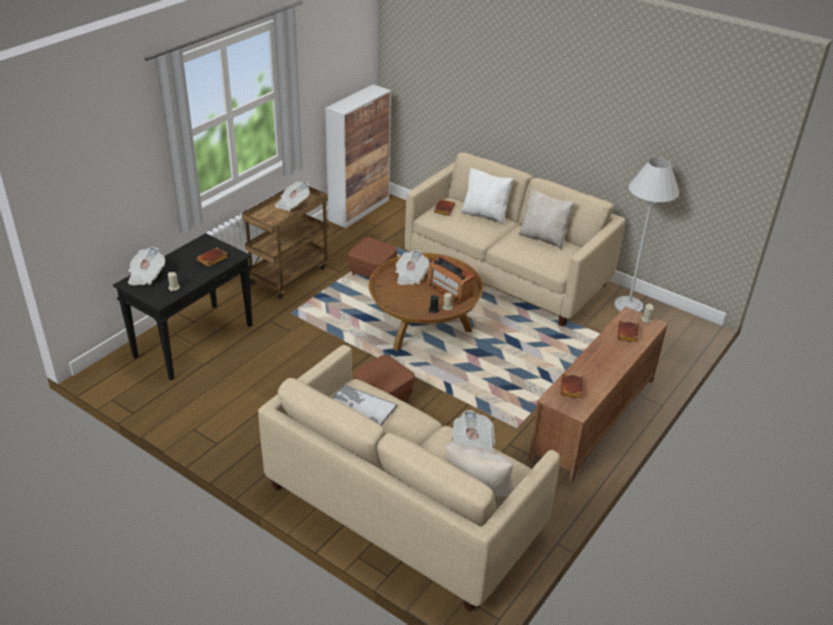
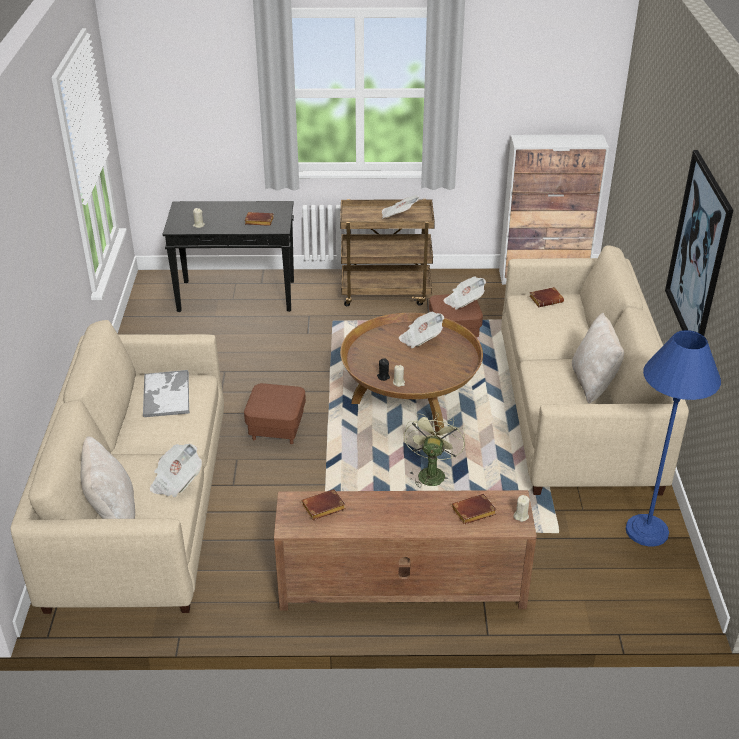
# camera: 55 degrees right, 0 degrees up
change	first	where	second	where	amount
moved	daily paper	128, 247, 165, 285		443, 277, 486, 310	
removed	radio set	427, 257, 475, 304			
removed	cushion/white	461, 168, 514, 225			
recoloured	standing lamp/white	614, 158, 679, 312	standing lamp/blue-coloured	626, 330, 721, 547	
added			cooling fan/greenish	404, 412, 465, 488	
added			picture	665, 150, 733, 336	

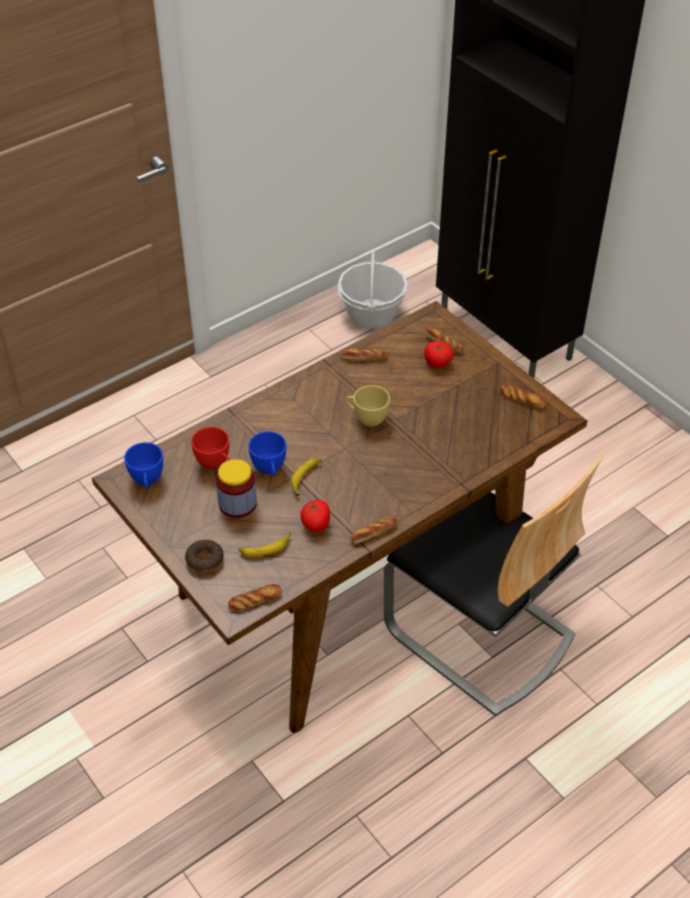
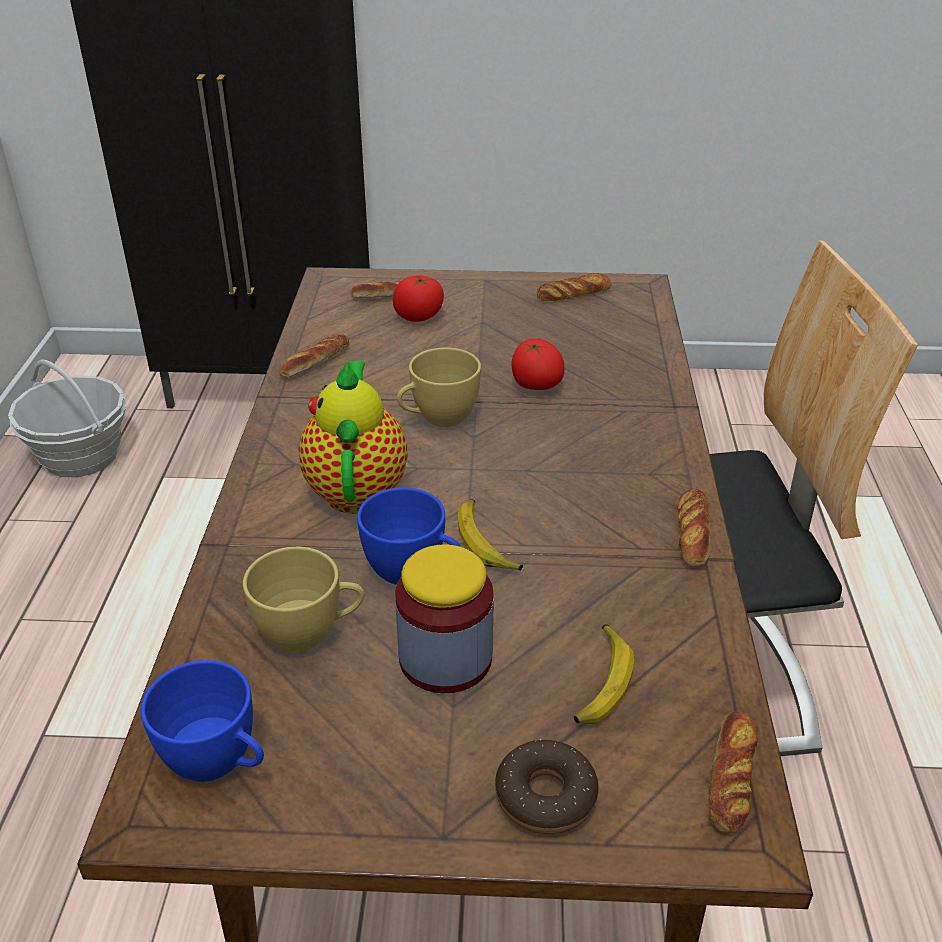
# camera: 50 degrees left, 10 degrees down
change	first	where	second	where	amount
recoloured	cup/red-coloured	191, 427, 230, 469	cup/yellowish	243, 547, 365, 652	
moved	fresh tomato	300, 500, 330, 532		511, 339, 564, 390	
added			tea pot	299, 361, 408, 514	

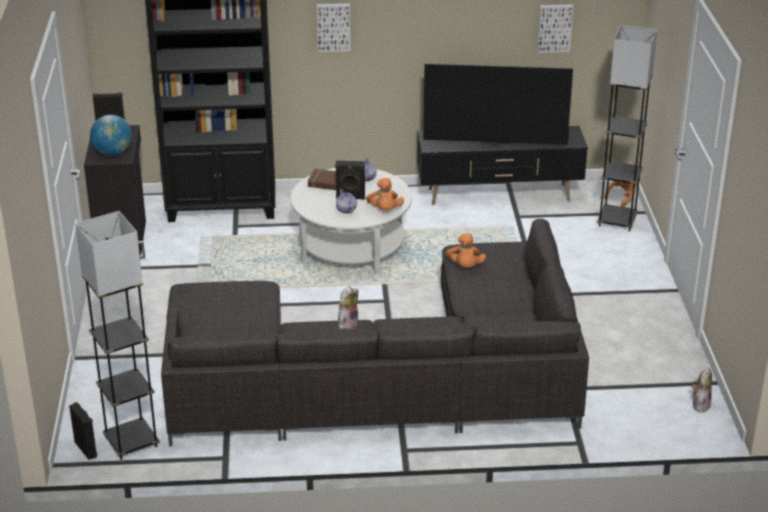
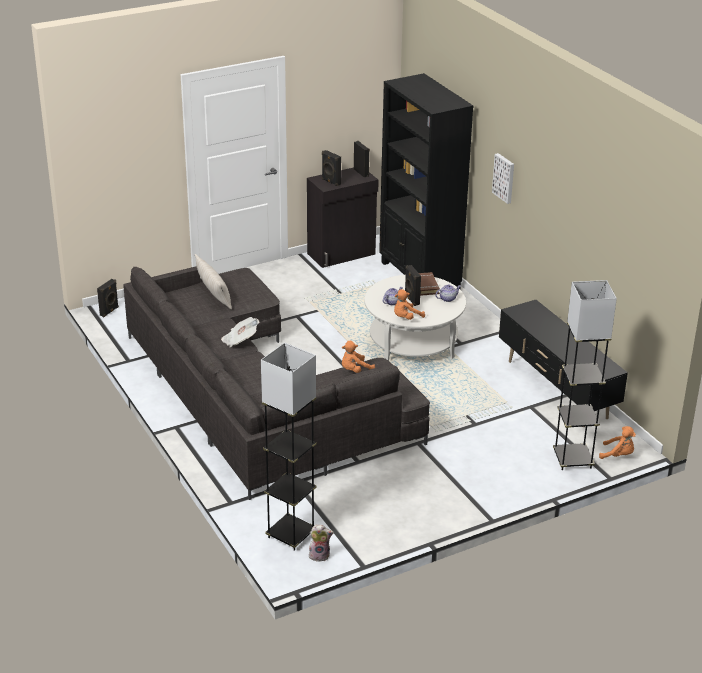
# camera: 65 degrees right, 0 degrees up
change	first	where	second	where	amount
moved	standing lamp/greyish	75, 211, 160, 460		261, 343, 317, 551	
replaced	world globe	90, 115, 132, 156	loudspeaker/black	322, 150, 341, 186	
replaced	cuddly toy	338, 286, 359, 329	daily paper	221, 317, 259, 347	
removed	TV	423, 64, 573, 149			
removed	picture	537, 5, 573, 53			
added			cushion/beige-coloured	195, 254, 232, 310	

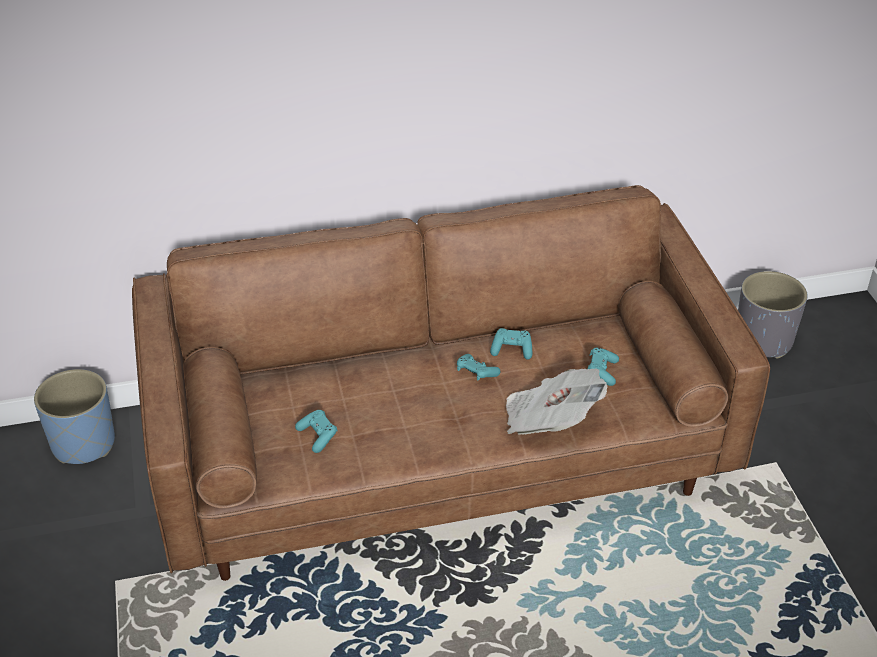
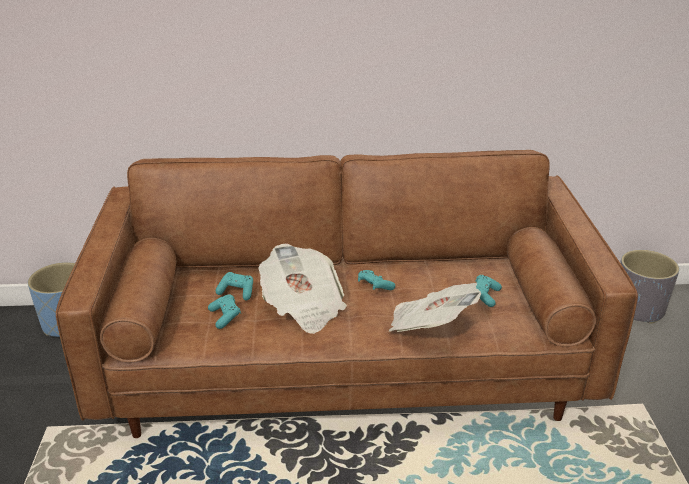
# camera: 10 degrees right, 10 degrees down
change	first	where	second	where	amount
moved	gamepad/turquoise	490, 328, 532, 360		216, 272, 253, 301	
added			daily paper	258, 243, 347, 334	

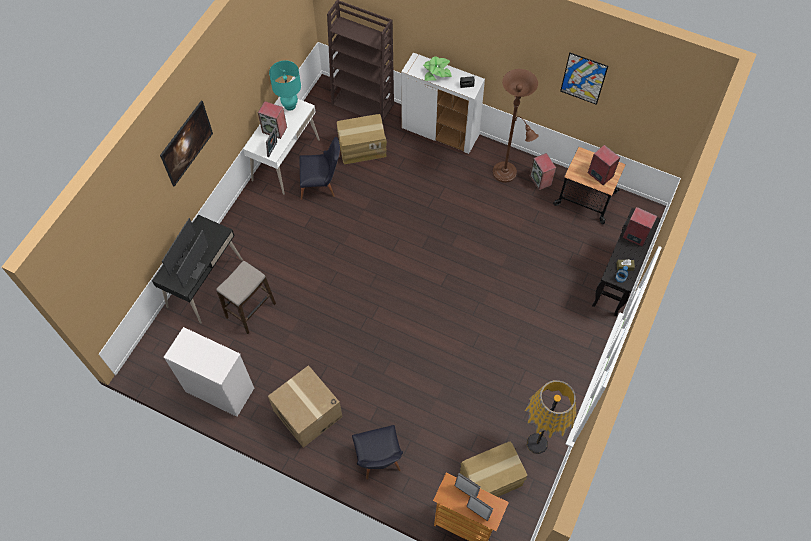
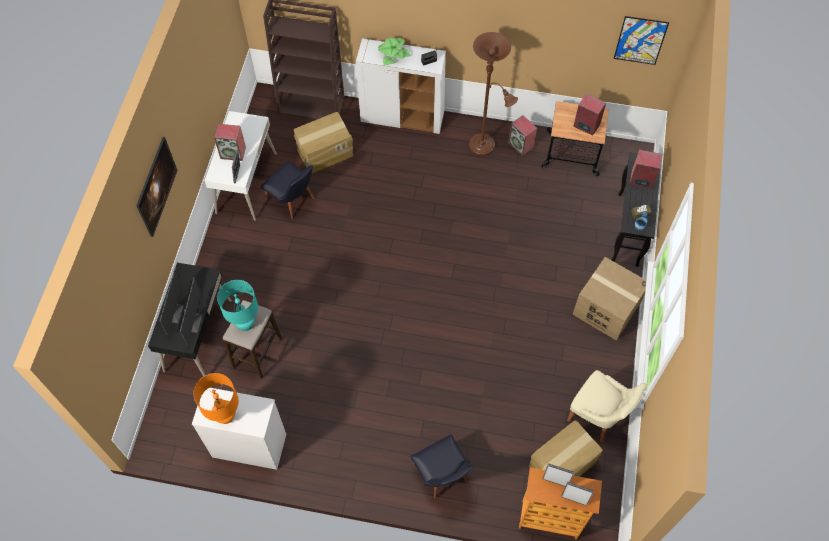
# camera: 15 degrees left, 0 degrees up
change	first	where	second	where	amount
moved	carton	268, 365, 343, 448		573, 257, 646, 341	
moved	lamp for a table/turquoise	269, 60, 301, 111		217, 280, 258, 331	
turned	upright chair/black	299, 137, 340, 200		261, 161, 315, 219	60 degrees clockwise
replaced	standing lamp	525, 380, 576, 454	upright chair/beige-coloured	567, 370, 647, 442	
moved	picture	560, 53, 608, 105		614, 16, 669, 65	
added			lamp for a table/orange	193, 373, 239, 424	

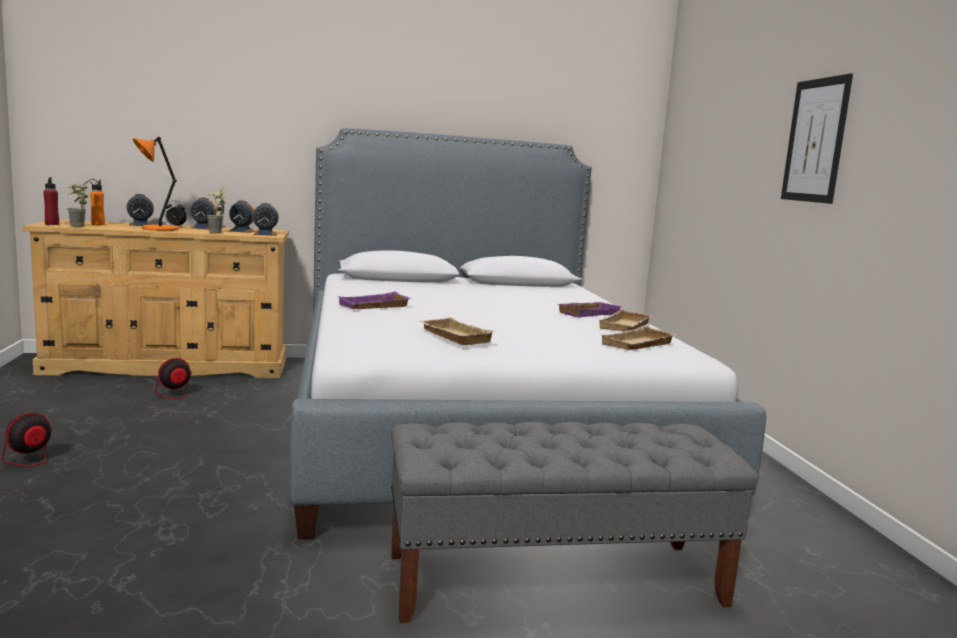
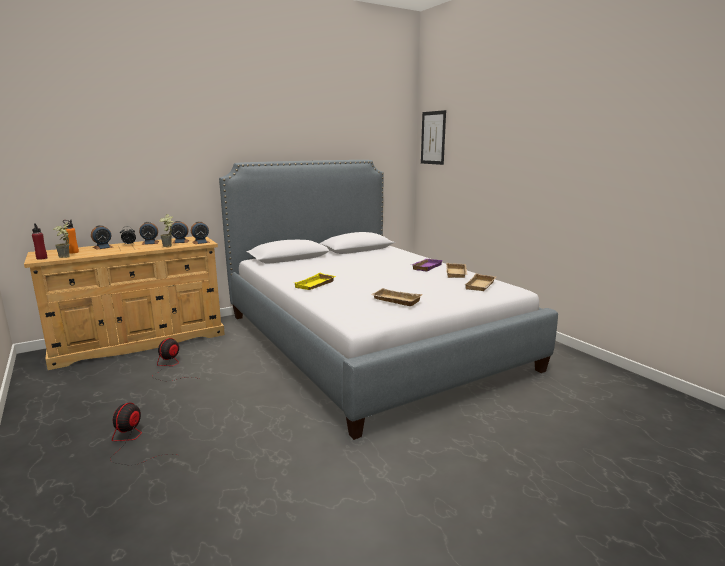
# camera: 20 degrees left, 5 degrees up
change	first	where	second	where	amount
removed	lamp for a table/orange	133, 137, 179, 231			
recoloured	serving tray/purple	337, 292, 412, 309	serving tray/yellowish	295, 273, 336, 290	
removed	long seat/greyish	391, 422, 759, 623			
moved	picture	781, 73, 853, 204		421, 110, 446, 165	

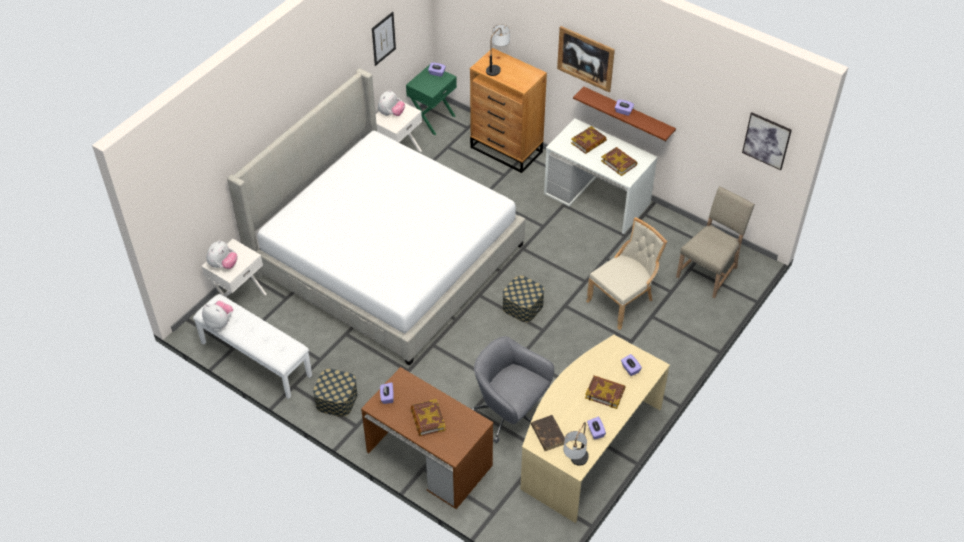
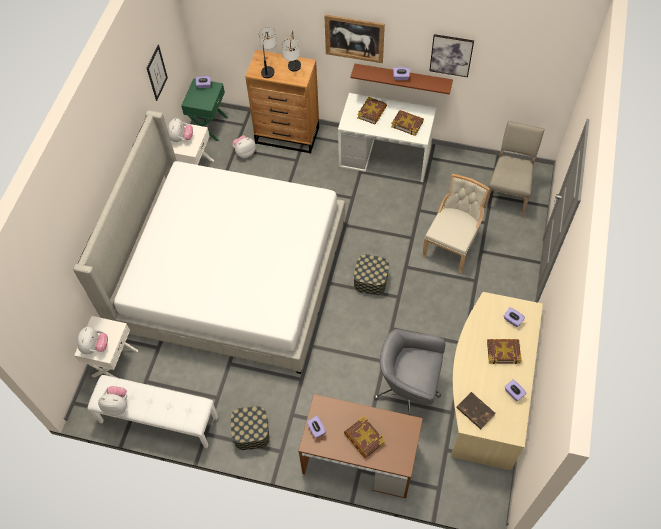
# camera: 20 degrees left, 10 degrees up
change	first	where	second	where	amount
moved	lamp for a table	563, 422, 589, 466		282, 31, 301, 71	
moved	picture	742, 113, 792, 170		429, 34, 474, 77	
added			cuddly toy	232, 136, 256, 158	

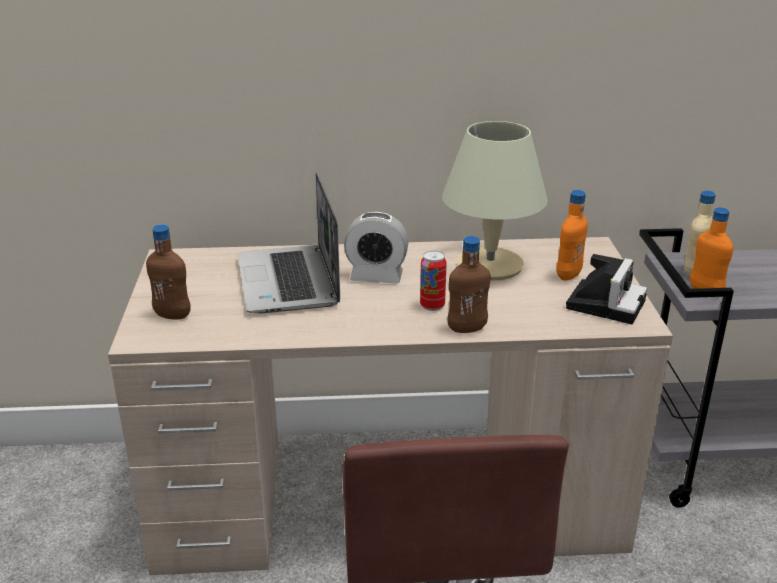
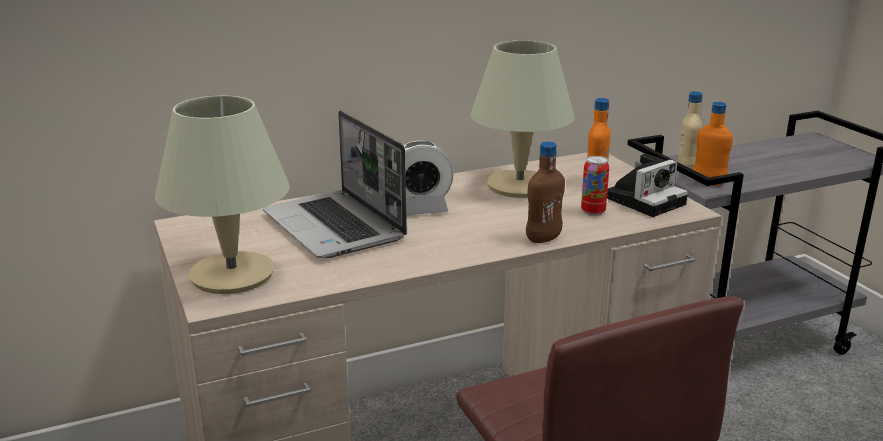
# camera: 20 degrees left, 5 degrees down
change	first	where	second	where	amount
replaced	bottle/brown-coloured	146, 224, 191, 320	lamp for a table/beige-coloured	155, 96, 290, 294	
moved	metal can	420, 250, 447, 311		581, 156, 609, 216	
turned	still camera	566, 254, 647, 324		607, 153, 688, 217	45 degrees clockwise

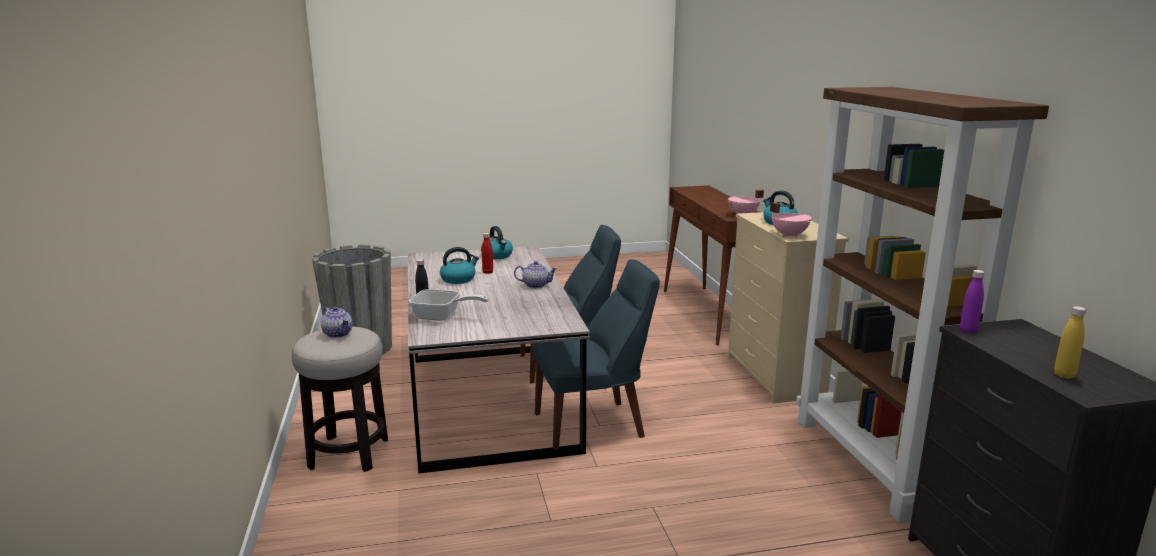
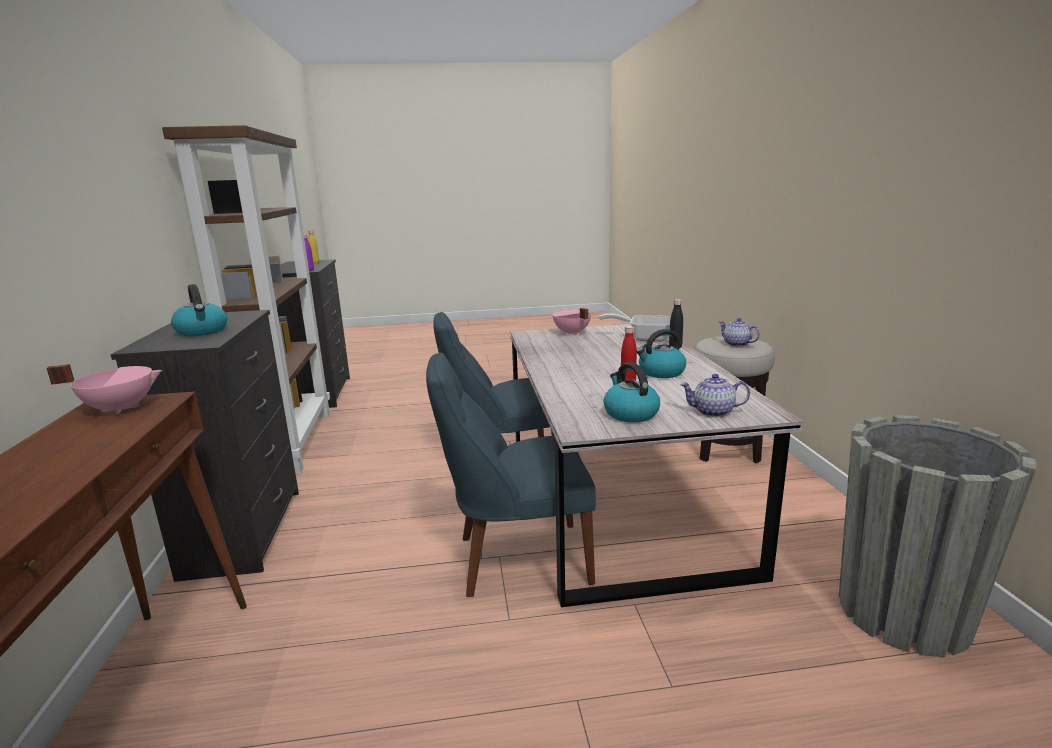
# camera: 175 degrees left, 0 degrees up
change	first	where	second	where	amount
moved	tea pot	514, 261, 557, 288		680, 374, 750, 417	
recoloured	drawer chest/beige-coloured	728, 212, 849, 403	drawer chest/black	111, 310, 299, 582	
moved	cooking pot/pink-coloured	770, 202, 811, 238		552, 308, 591, 335	

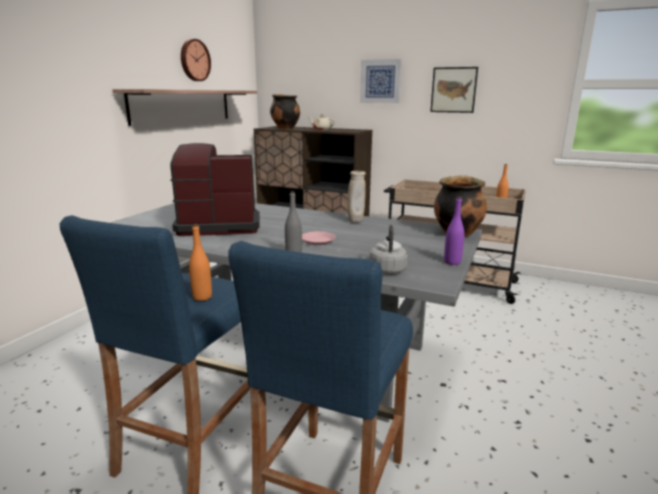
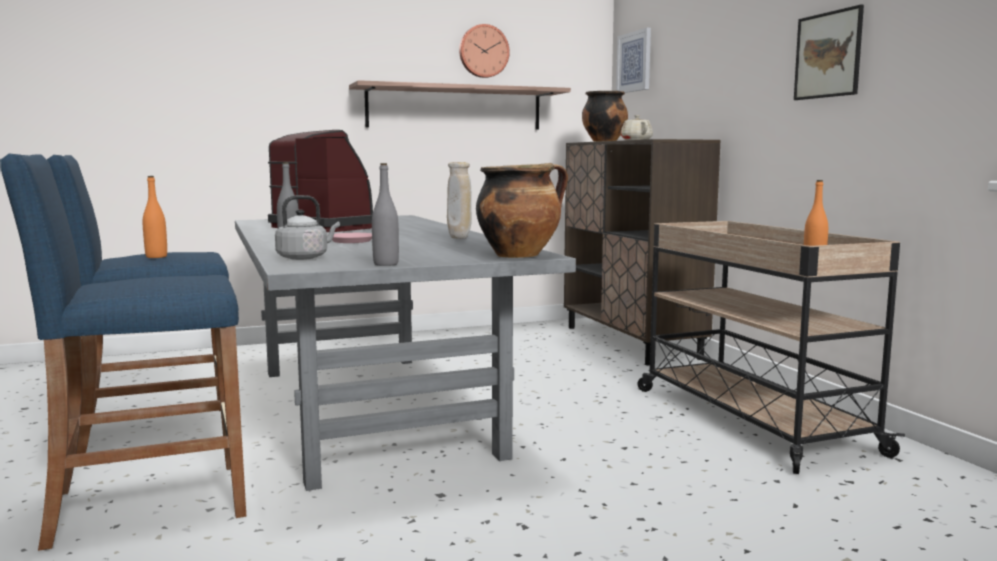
# camera: 45 degrees right, 10 degrees down
change	first	where	second	where	amount
moved	picture	360, 59, 402, 103		616, 28, 651, 93	
recoloured	bottle/purple	444, 197, 465, 265	bottle/greyish	372, 163, 399, 266	

